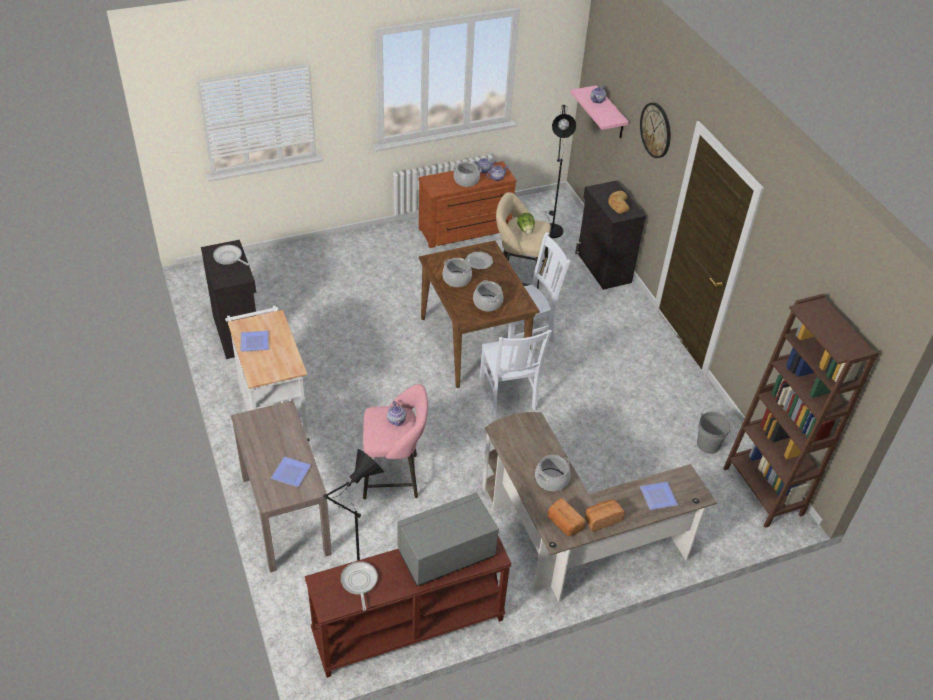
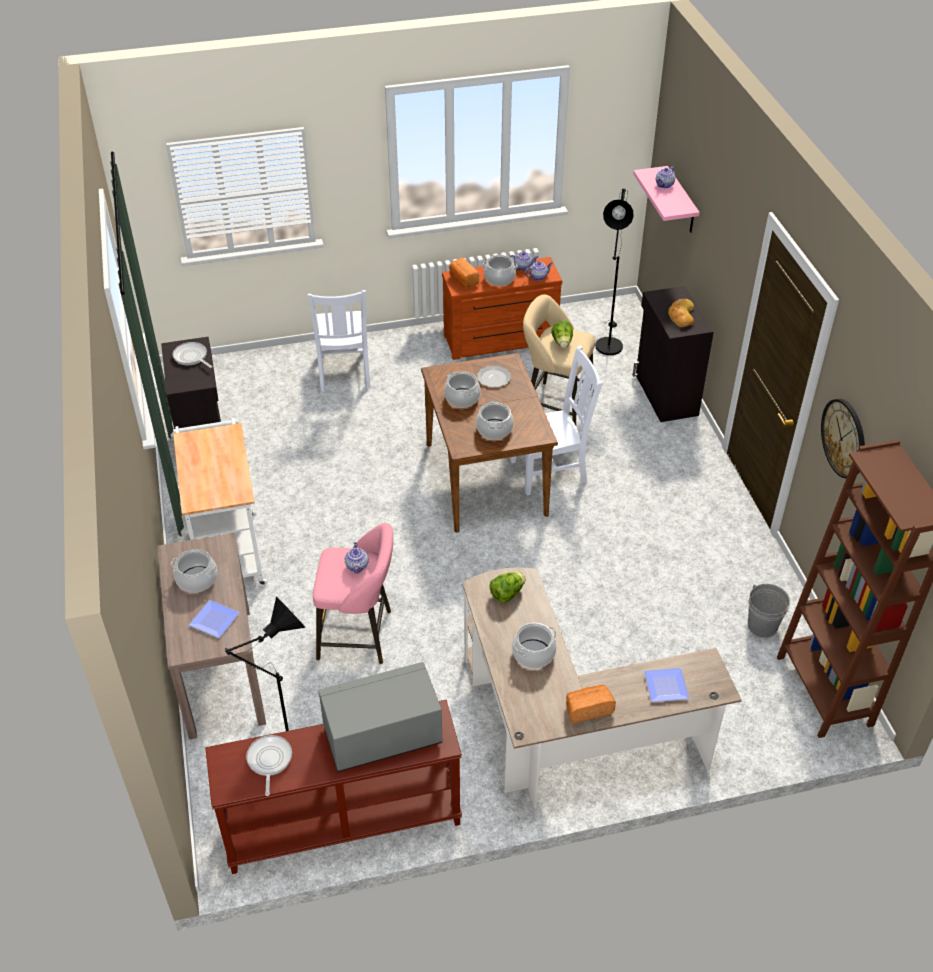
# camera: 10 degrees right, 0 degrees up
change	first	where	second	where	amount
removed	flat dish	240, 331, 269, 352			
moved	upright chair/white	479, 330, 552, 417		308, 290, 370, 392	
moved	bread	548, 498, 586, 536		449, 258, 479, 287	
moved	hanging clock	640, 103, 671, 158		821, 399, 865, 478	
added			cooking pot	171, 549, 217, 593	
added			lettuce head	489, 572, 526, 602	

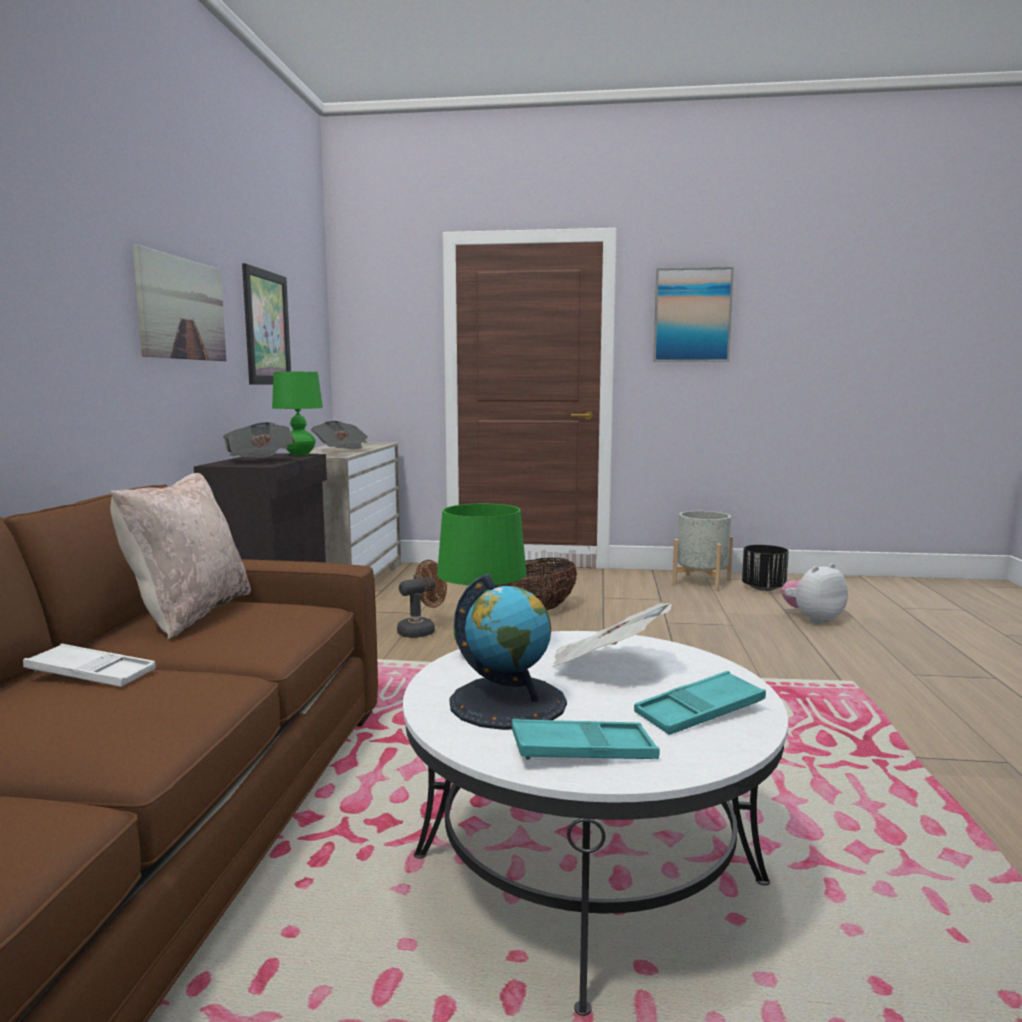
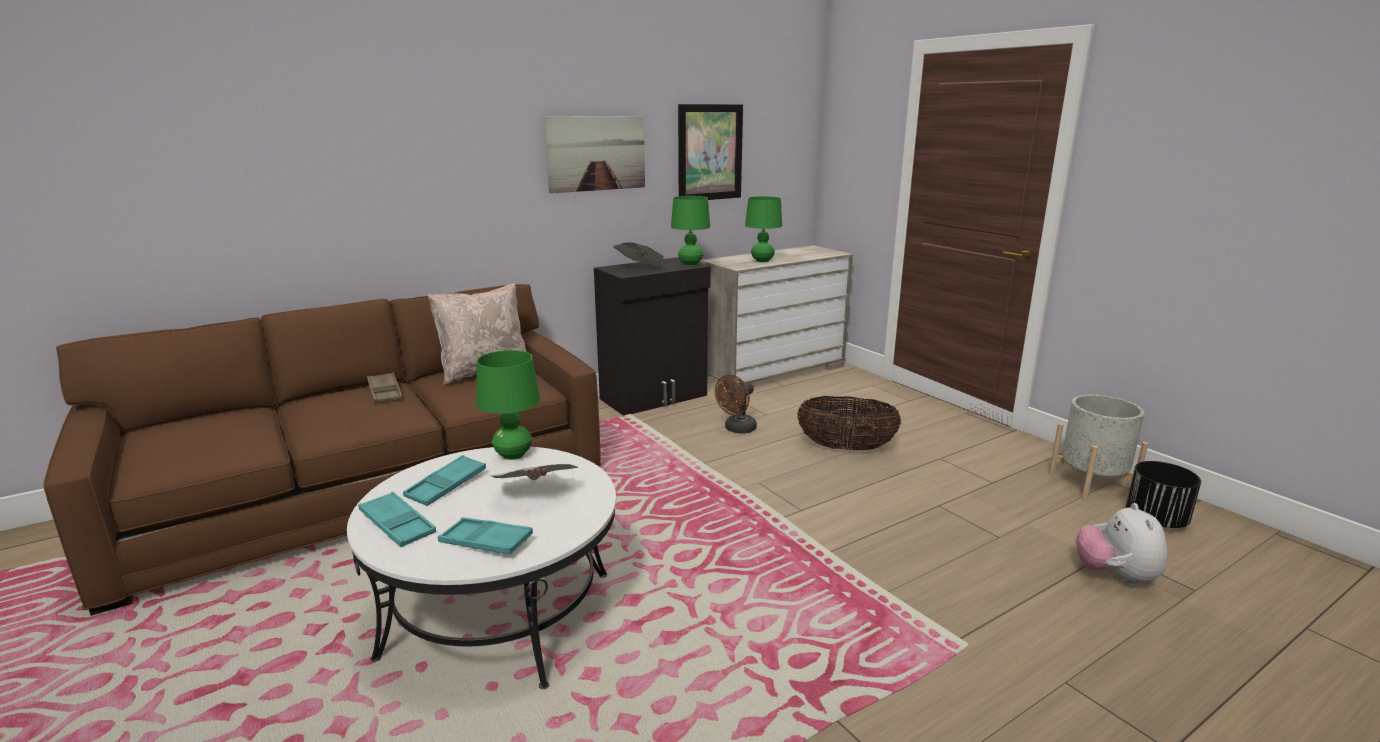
# camera: 50 degrees right, 10 degrees up
change	first	where	second	where	amount
recoloured	serving tray/white	23, 644, 156, 687	serving tray/brown-coloured	367, 373, 403, 404	
replaced	daily paper	311, 421, 368, 450	lamp for a table/greenish	745, 196, 782, 262	
turned	cooling fan/brown-coloured	397, 560, 447, 638		715, 375, 757, 433	120 degrees clockwise
replaced	world globe	449, 574, 567, 730	serving tray/turquoise	403, 455, 486, 506	
removed	picture	653, 267, 734, 362			
turned	cuddly toy	781, 563, 848, 624		1075, 503, 1167, 586	105 degrees counterclockwise

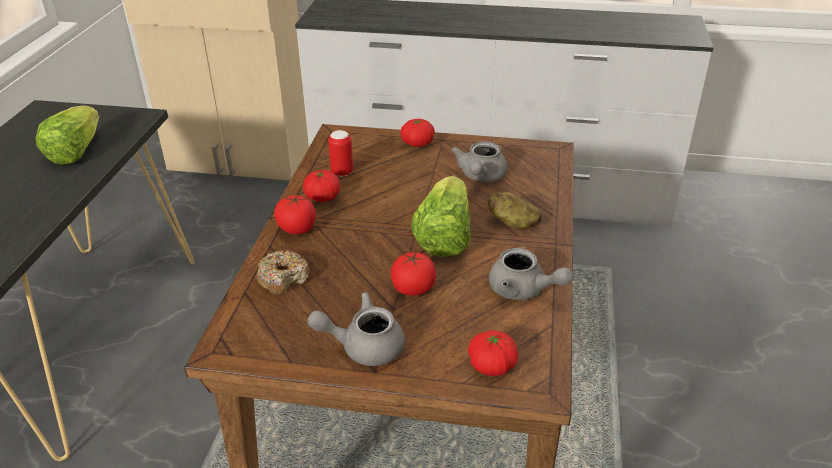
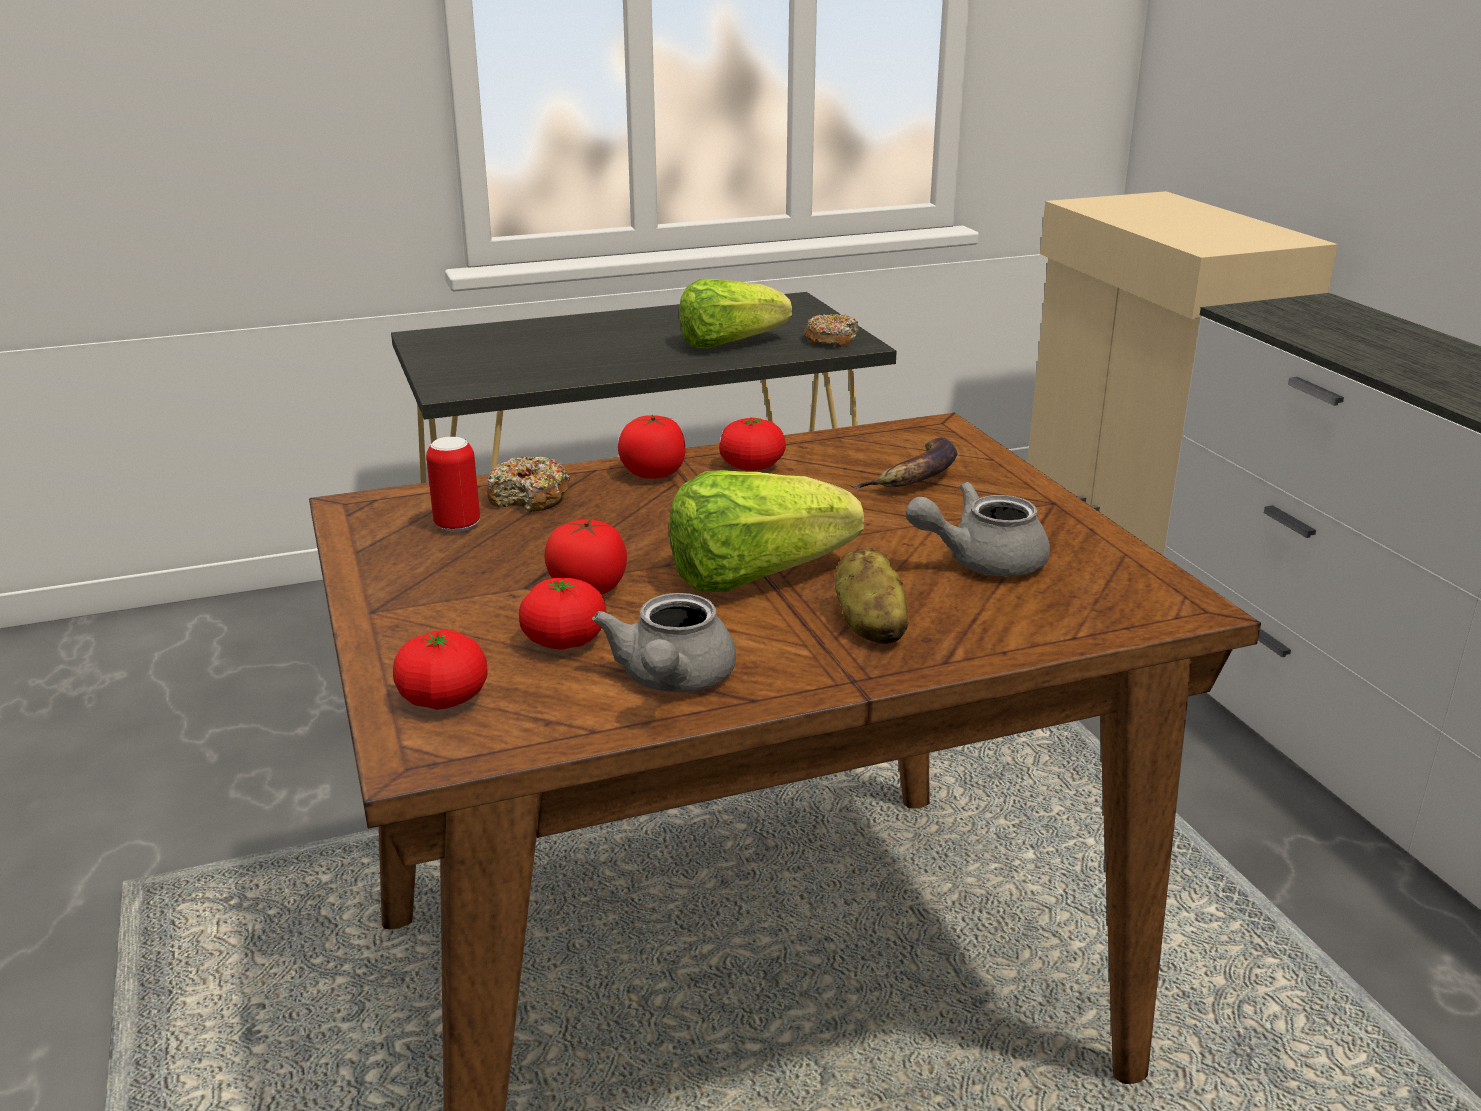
# camera: 60 degrees right, 10 degrees down
change	first	where	second	where	amount
removed	tea pot/greyish	307, 292, 405, 366			
moved	metal can	328, 130, 353, 176		426, 437, 480, 532	
moved	fresh tomato	401, 119, 435, 147		519, 578, 606, 650	
added			ring doughnut	804, 314, 858, 348	
added			banana	850, 438, 958, 488	

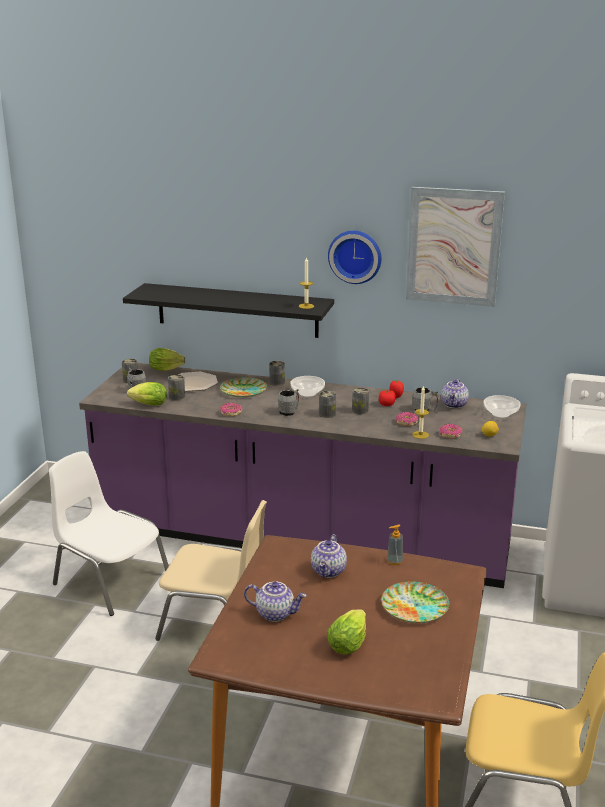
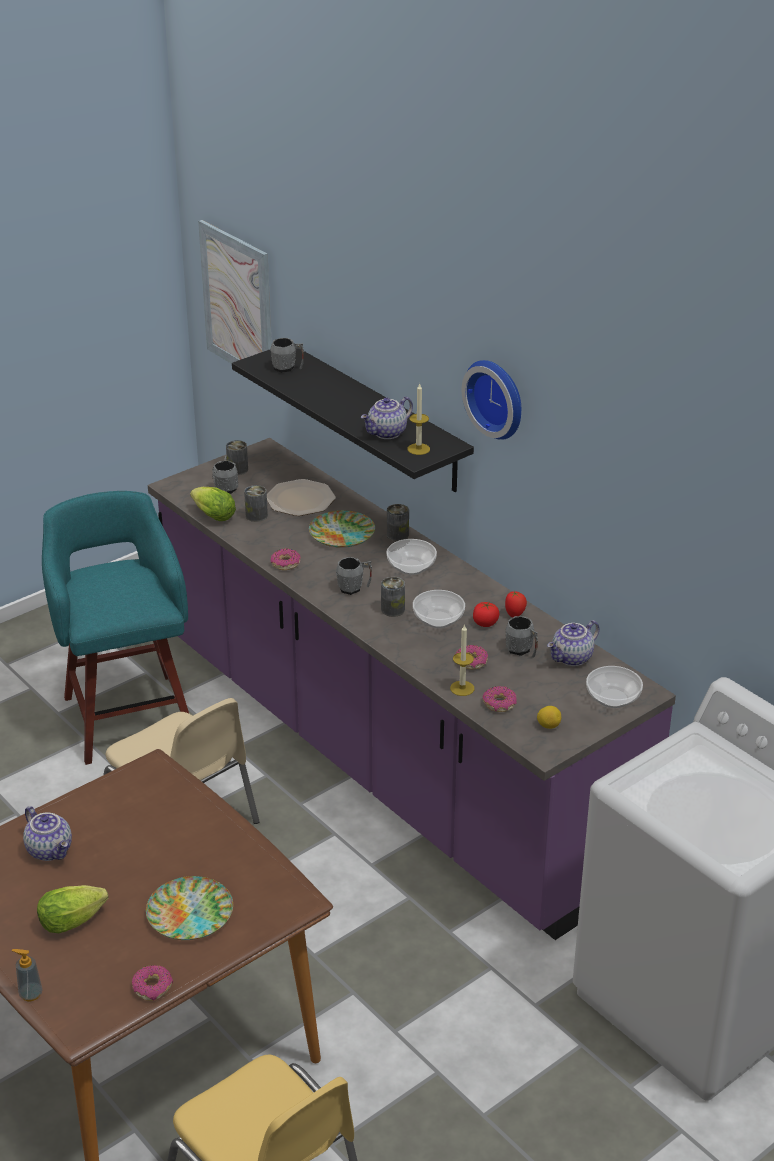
# camera: 35 degrees right, 10 degrees up
change	first	where	second	where	amount
replaced	upright chair/white	49, 451, 169, 616	stool/turquoise	42, 491, 189, 765	
removed	lettuce head	149, 348, 186, 371			
moved	tea pot	311, 534, 347, 578		361, 397, 413, 439	
replaced	metal can	352, 387, 369, 414	bowl	413, 590, 465, 628	
moved	soap bottle	387, 524, 403, 565		12, 949, 43, 1001	
moved	picture	406, 187, 505, 307		198, 220, 272, 364	
added			ring doughnut	132, 965, 173, 1001	
added			tea mug/greyish	270, 338, 304, 373	

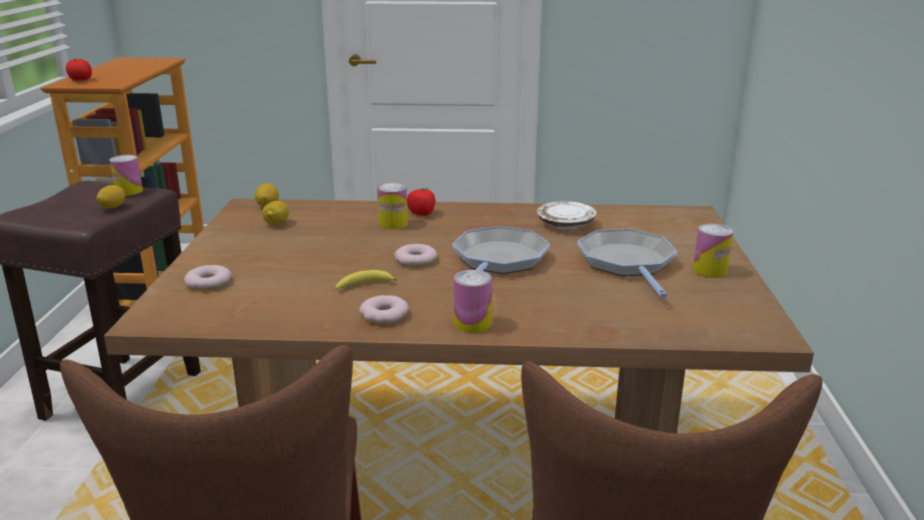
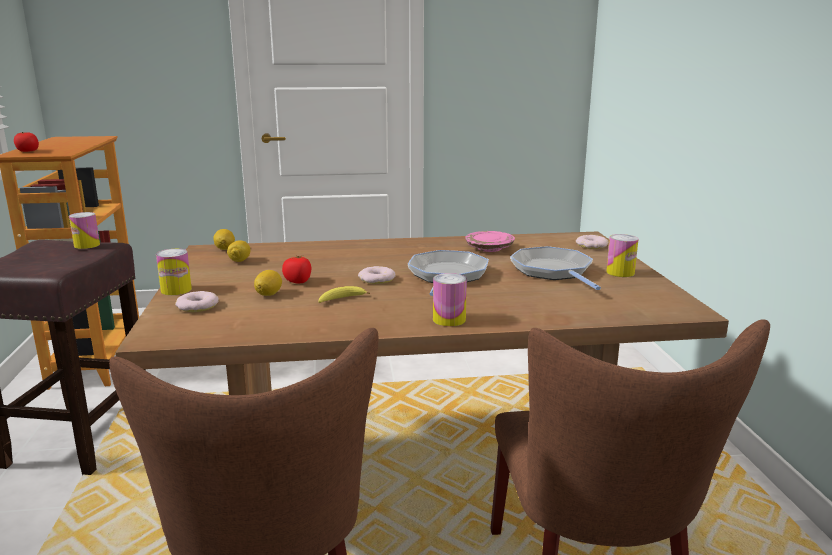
# camera: 10 degrees left, 5 degrees down
change	first	where	second	where	amount
moved	citrus fruit	97, 185, 125, 208		254, 270, 282, 296	
moved	ring doughnut	359, 295, 409, 324		576, 235, 608, 249	
moved	metal can	377, 183, 408, 229		156, 249, 192, 295	
moved	fresh tomato	407, 187, 435, 216		282, 255, 311, 283	
recoloured	flat dish/white	537, 201, 596, 229	flat dish/pink-coloured	465, 231, 515, 252	

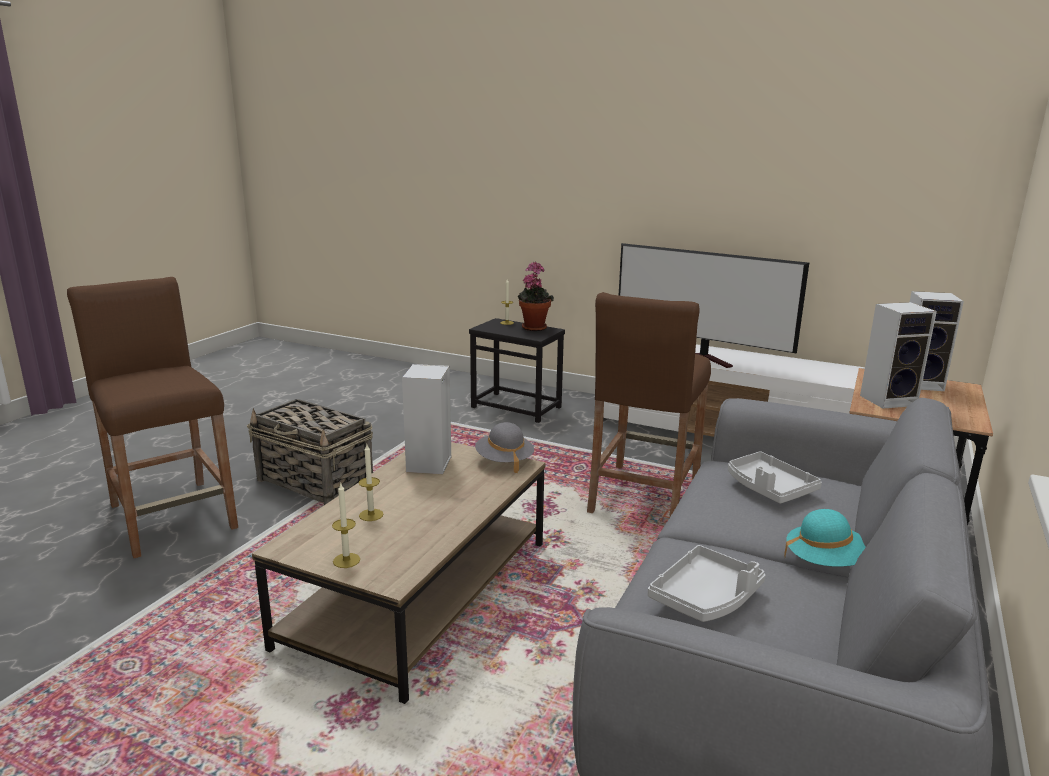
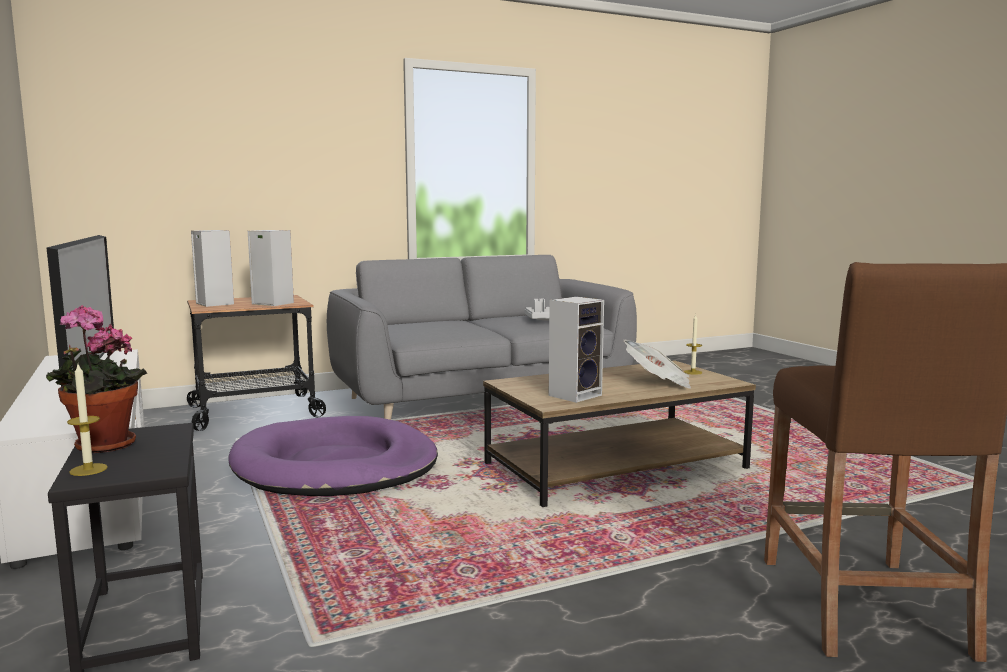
# camera: 140 degrees left, 10 degrees down
change	first	where	second	where	amount
removed	storage basket	247, 399, 373, 505			
replaced	wax light	359, 445, 383, 521	daily paper	623, 340, 691, 389	
removed	wearable hat/greyish	475, 422, 534, 473			
replaced	stool/brown-coloured	587, 292, 711, 518	pet bed/purple	229, 416, 438, 496	
removed	serving tray/greyish	728, 451, 822, 504			
removed	wearable hat/turquoise	784, 509, 866, 567			

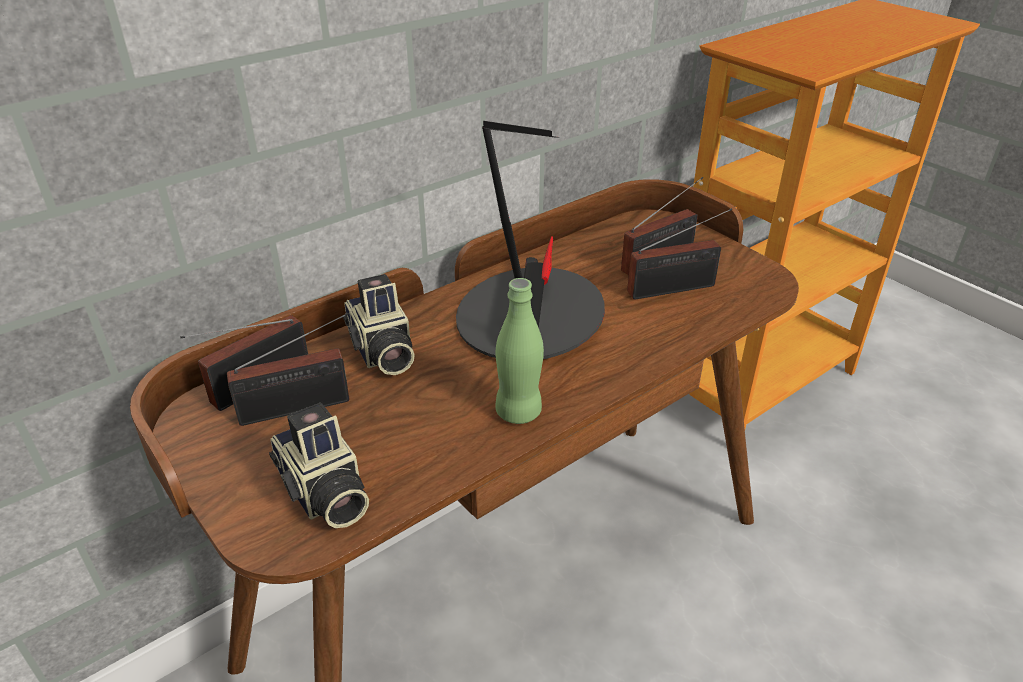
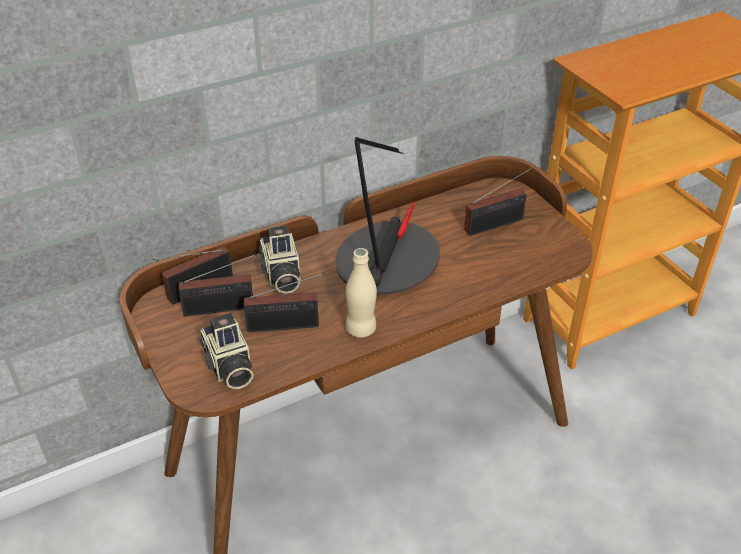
# camera: 10 degrees right, 5 degrees up
change	first	where	second	where	amount
recoloured	bottle/greenish	495, 278, 544, 424	bottle/beige-coloured	346, 248, 377, 338	
moved	radio set	627, 208, 732, 299		244, 272, 325, 332	

